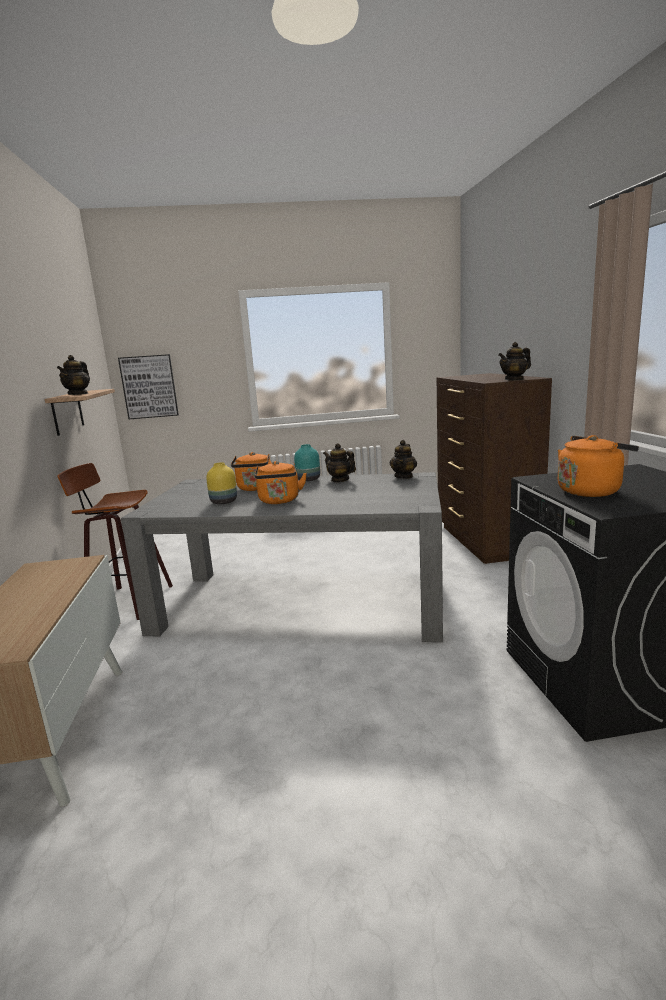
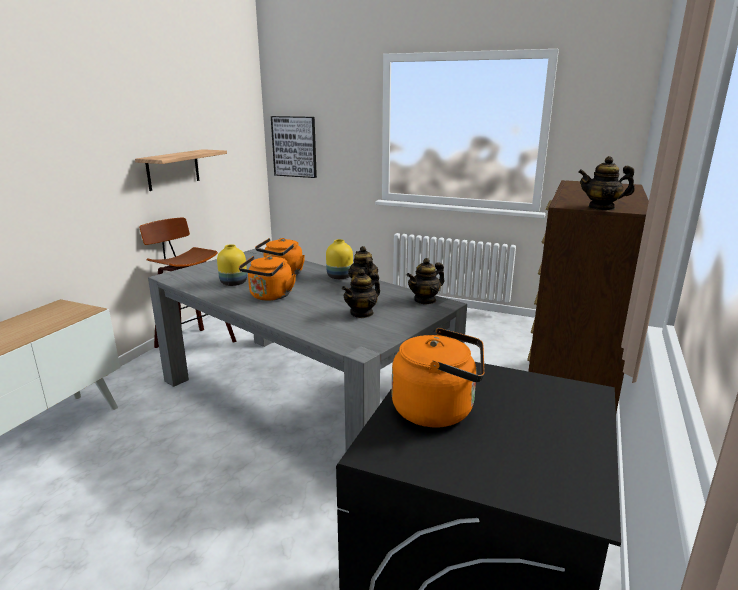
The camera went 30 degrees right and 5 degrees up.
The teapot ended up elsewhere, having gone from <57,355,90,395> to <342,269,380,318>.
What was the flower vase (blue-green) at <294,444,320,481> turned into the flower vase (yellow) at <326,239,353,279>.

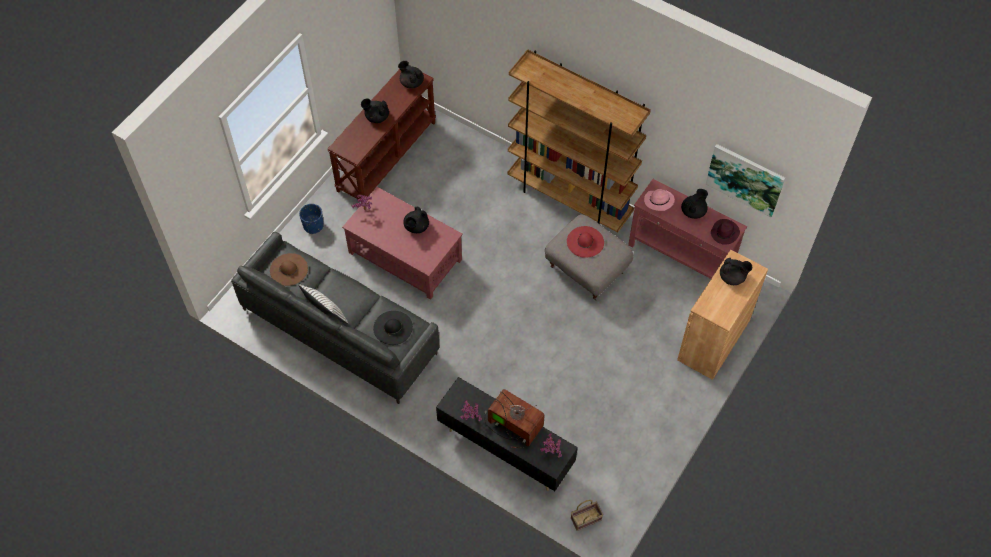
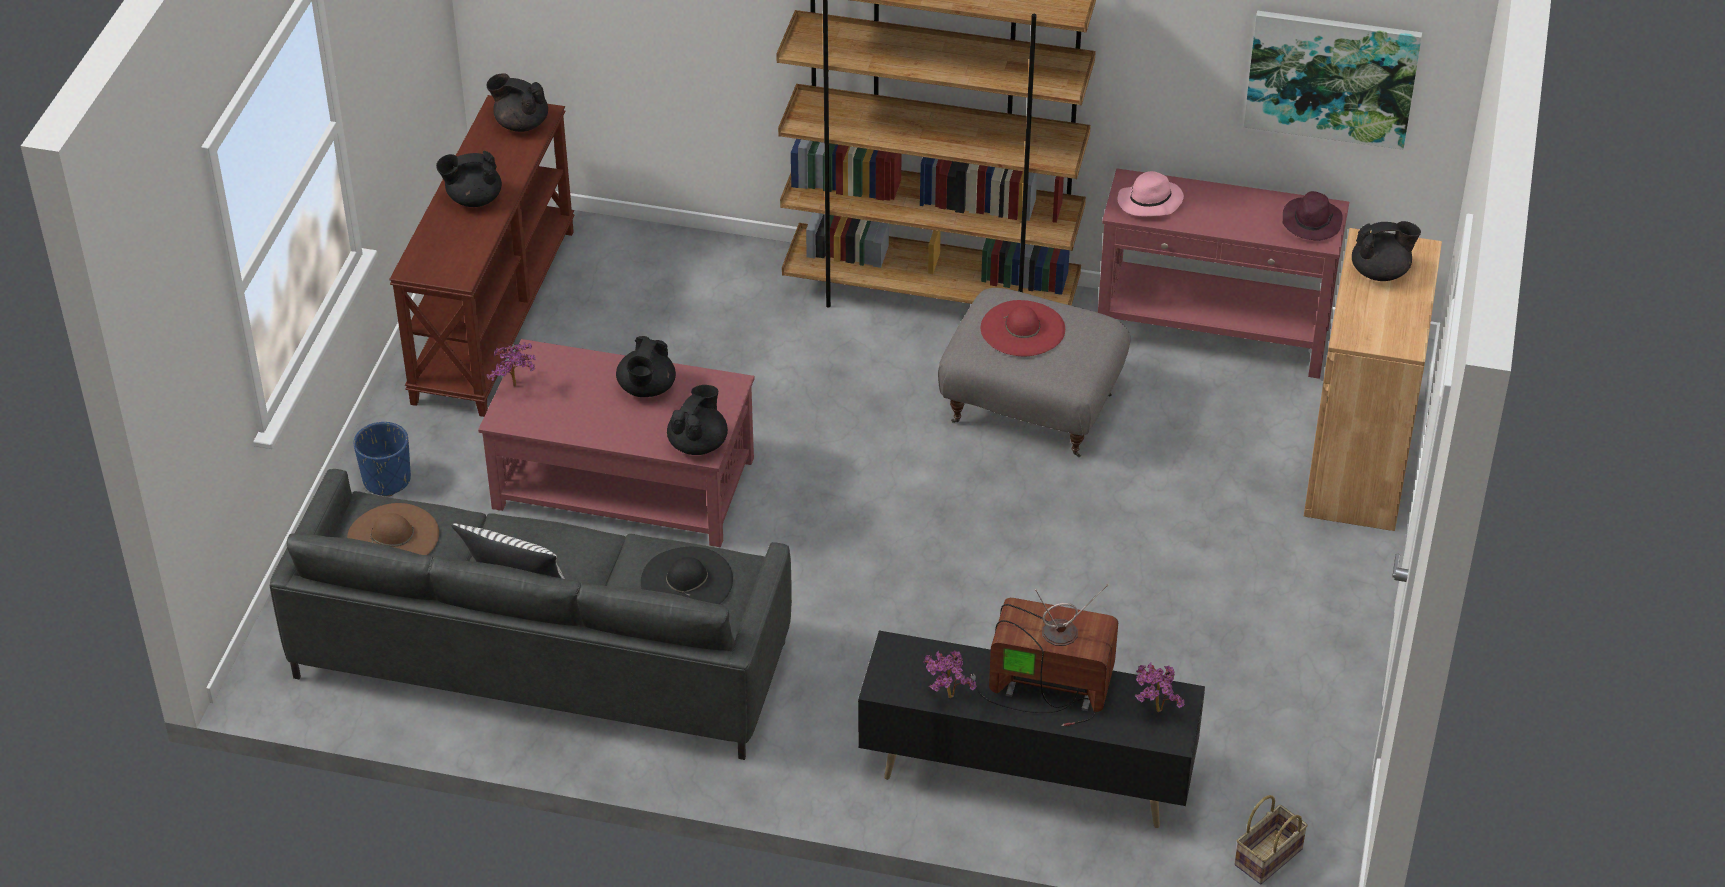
The camera went 20 degrees left and 15 degrees down.
The teapot (black) ended up elsewhere, having gone from <681,189,708,219> to <667,385,728,455>.

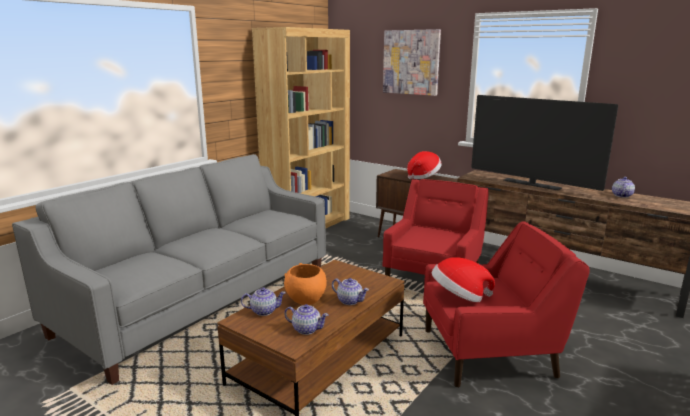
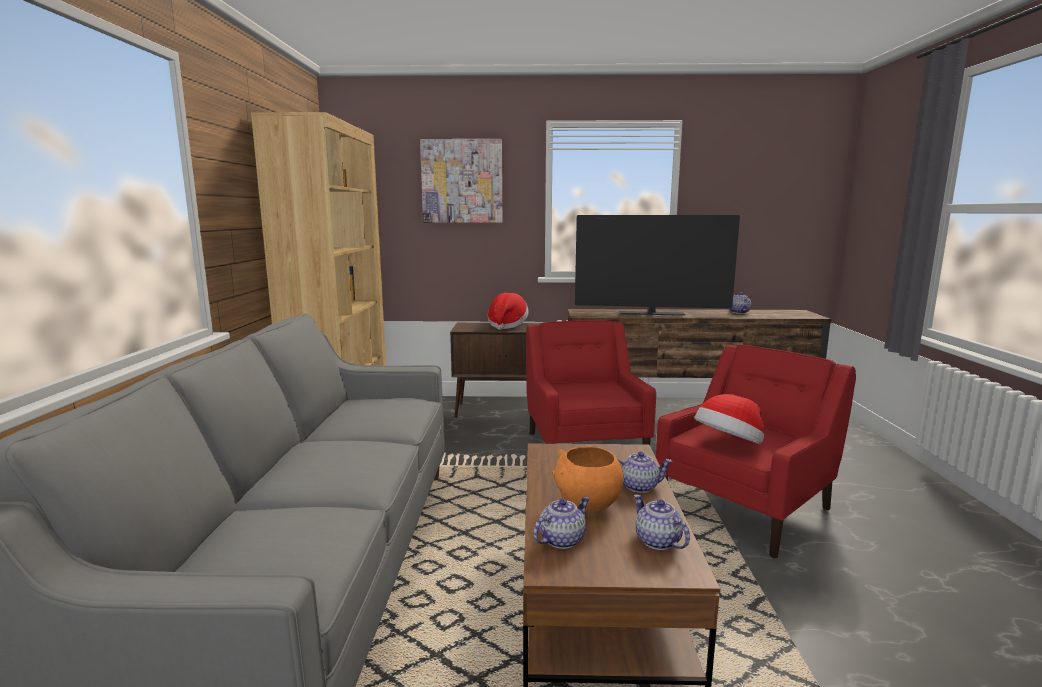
The camera went 35 degrees left and 5 degrees down.
The teapot at <284,304,329,335> ended up facing another way, 105 degrees counterclockwise from before.

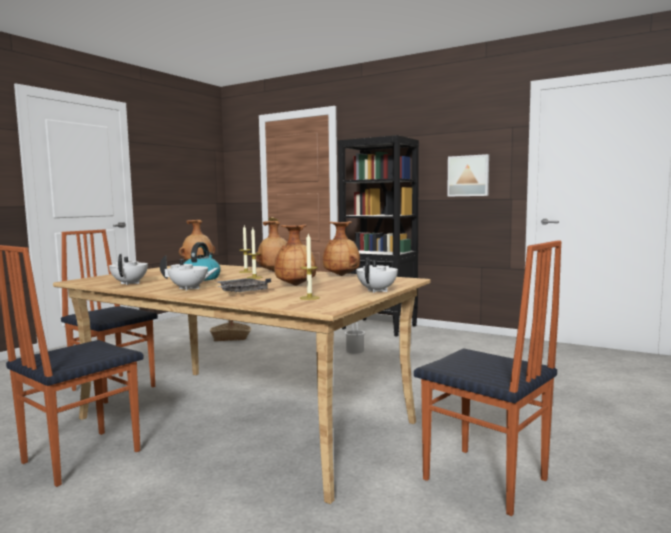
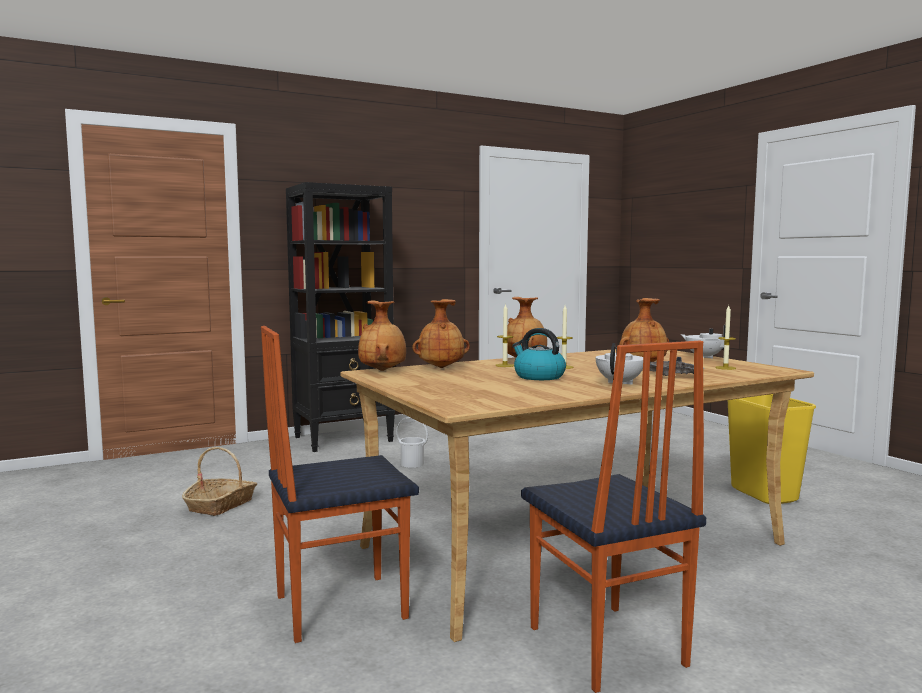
The camera went 60 degrees left and 0 degrees up.
The second view lost the teapot (whitish) at <109,254,148,285>.
The second view lost the wall picture at <447,154,489,197>.
The flower vase (brown) ended up elsewhere, having gone from <323,221,360,276> to <412,299,470,368>.
Where the chair stood at <414,240,562,516>, the rubbish bin (yellow) came to stand at <728,394,816,504>.

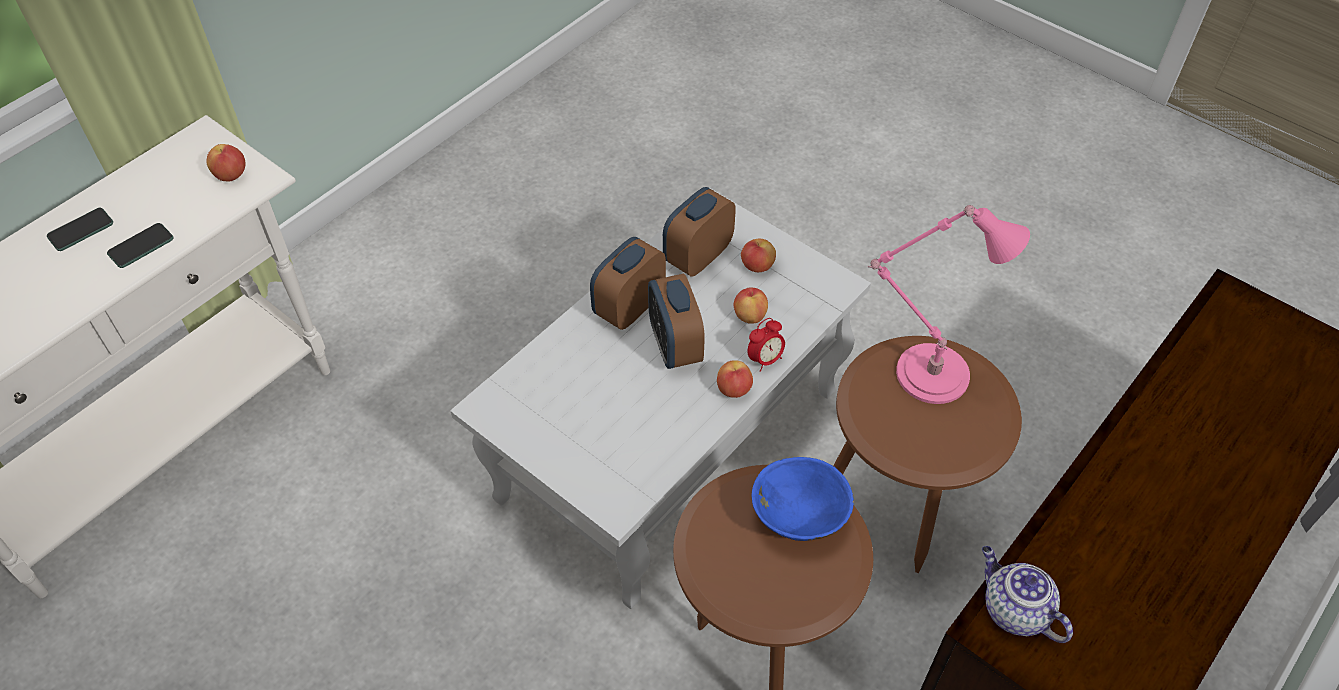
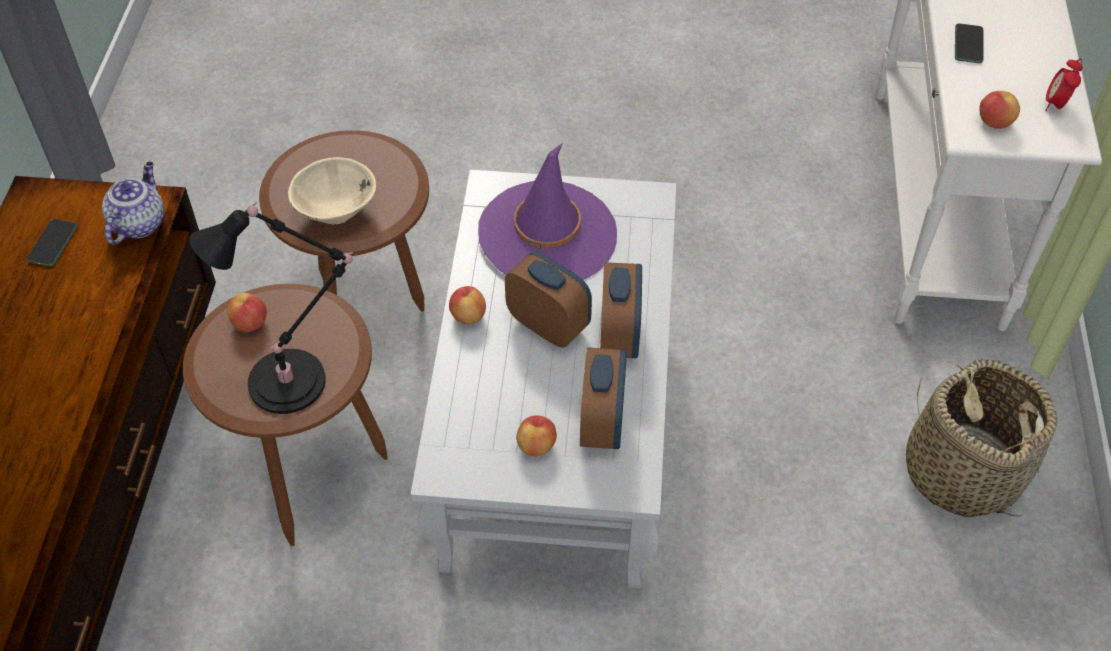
The camera went 145 degrees right and 0 degrees up.
The second view gained the hat (purple) at <478,143,617,280>.
The second view gained the household basket at <906,359,1057,517>.
The handset ended up elsewhere, having gone from <47,208,113,251> to <27,219,77,266>.
The whole apple ended up elsewhere, having gone from <734,288,768,324> to <227,293,267,332>.
The bedside clock ended up elsewhere, having gone from <747,318,785,372> to <1045,58,1083,111>.
What was the deep dish (bluish) at <752,457,854,541> turned into the deep dish (beige-coloured) at <288,157,376,224>.
What was the table lamp (pink-coloured) at <868,205,1030,404> turned into the table lamp (black) at <189,202,353,414>.
The teapot at <982,546,1073,643> ended up facing another way, 90 degrees counterclockwise from before.

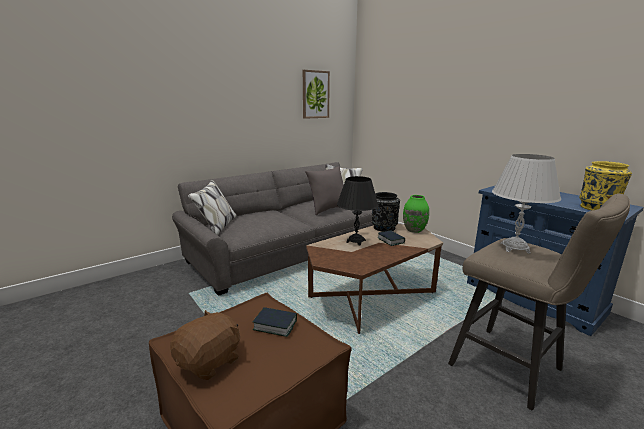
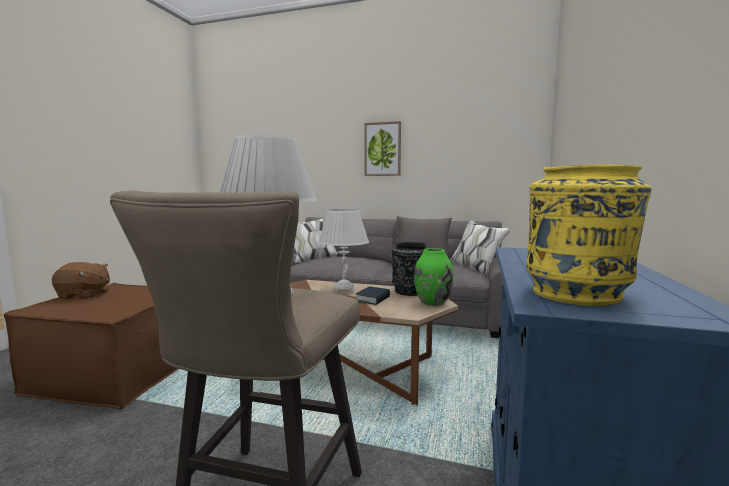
The camera went 55 degrees right and 10 degrees down.
The second view lost the volume at <253,307,297,337>.
The wall picture ended up elsewhere, having gone from <303,70,330,119> to <365,121,401,176>.
What was the table lamp (black) at <337,176,379,245> turned into the table lamp (whitish) at <318,209,369,292>.

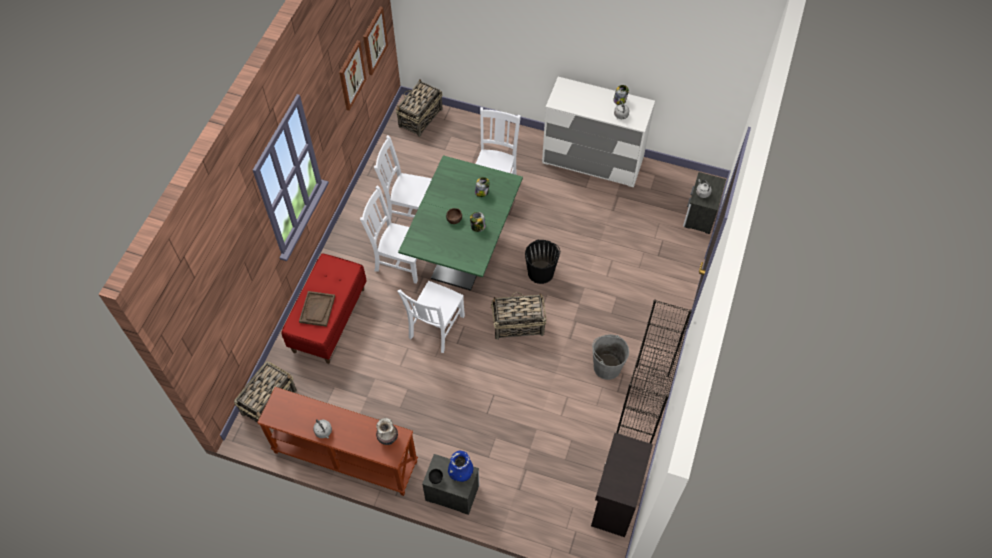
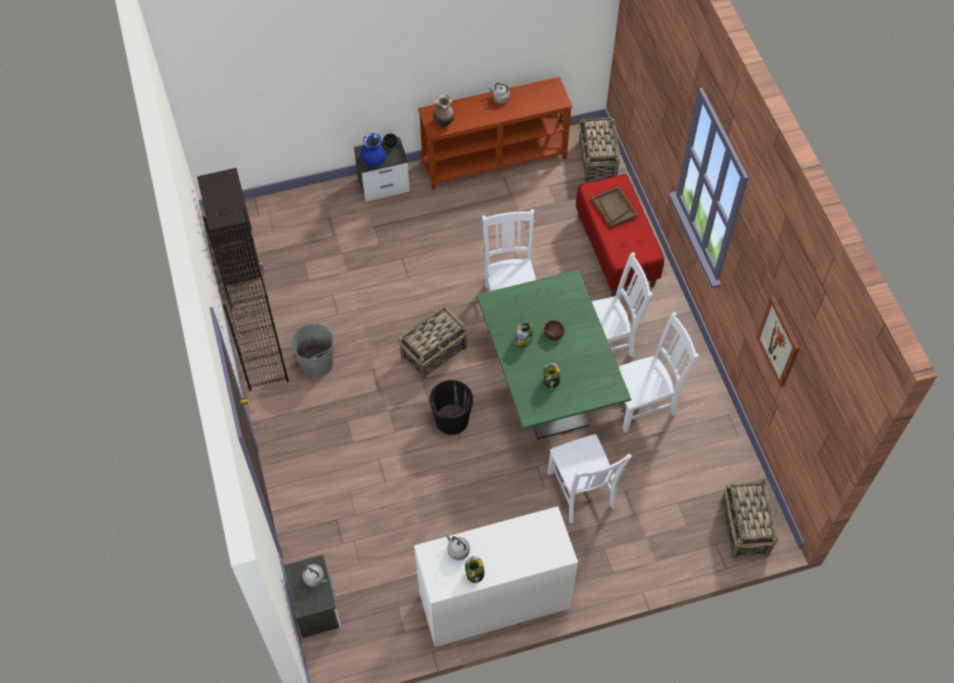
The camera went 145 degrees right and 0 degrees up.
The second view lost the wall picture at <363,6,388,75>.

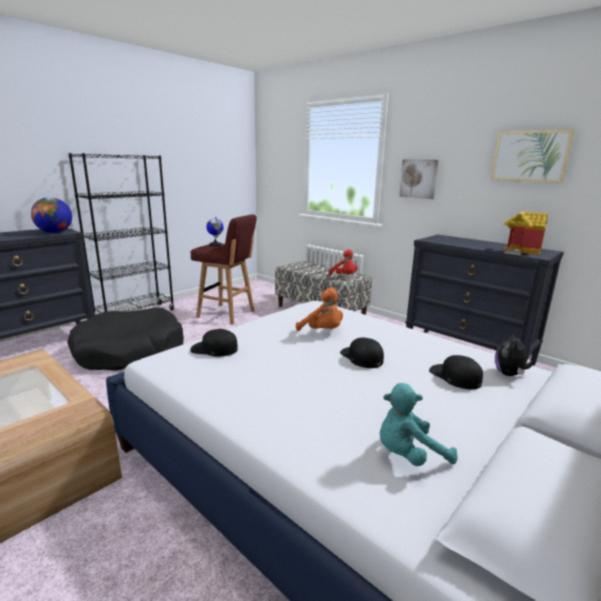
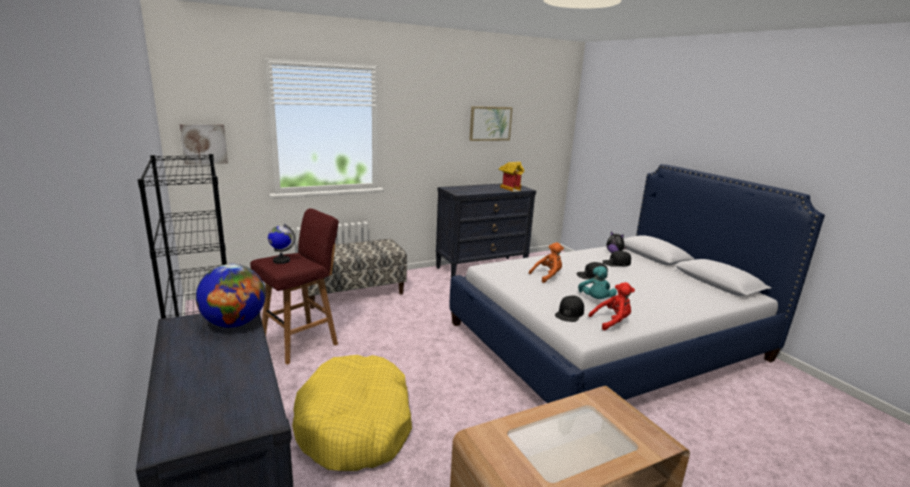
The camera went 70 degrees left and 0 degrees up.
The cuddly toy (red-coloured) ended up elsewhere, having gone from <329,249,358,275> to <589,282,635,331>.
The cuddly toy (blue-green) ended up elsewhere, having gone from <380,383,458,466> to <578,266,617,299>.
The wall picture ended up elsewhere, having gone from <399,159,439,199> to <180,124,228,165>.
What was the dog cushion (black) at <67,308,184,371> turned into the dog cushion (yellow) at <292,355,412,471>.

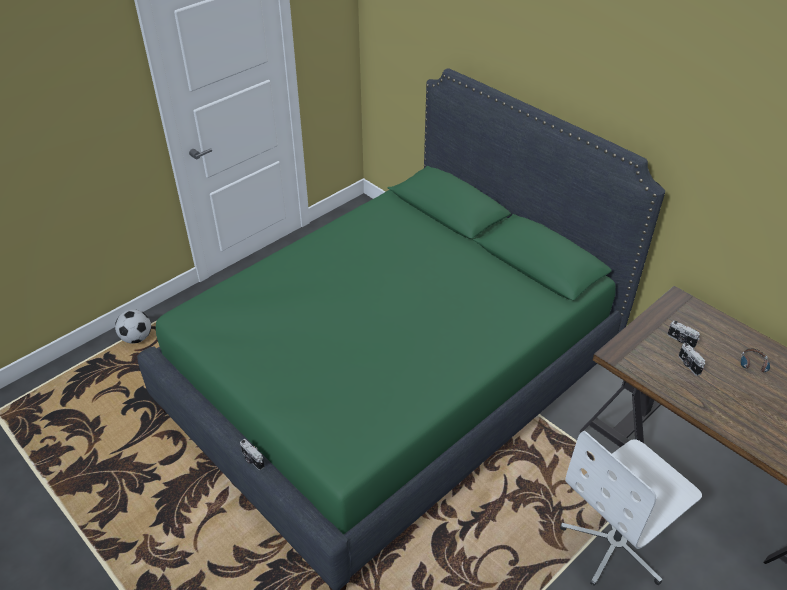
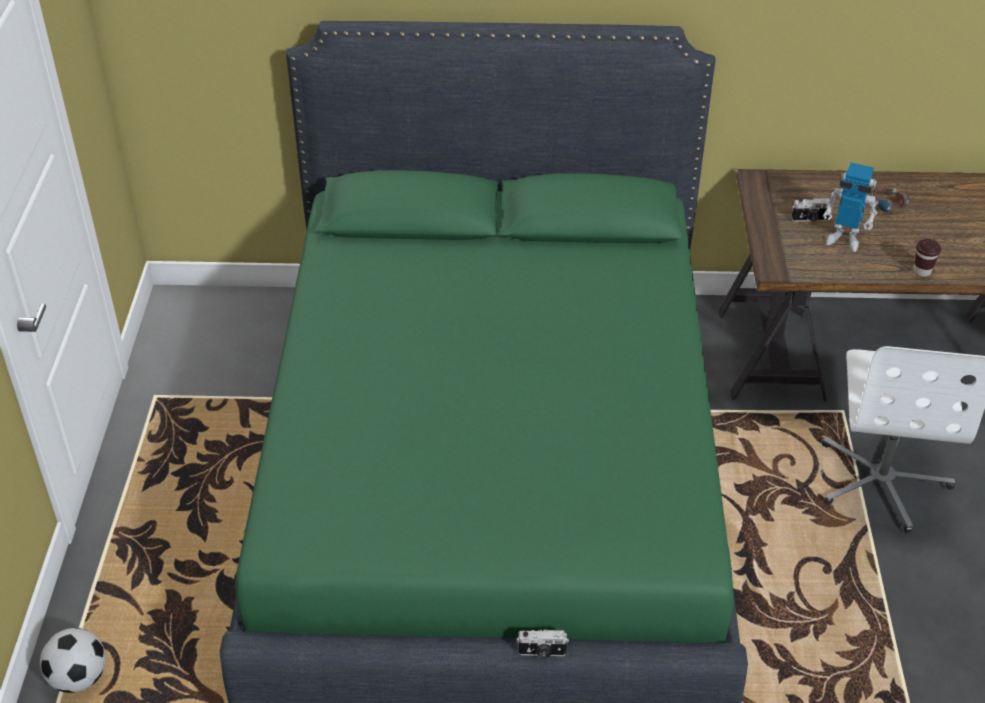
The camera went 45 degrees left and 0 degrees up.
The second view gained the cup (brown) at <914,239,941,277>.
Where the photo camera stood at <678,343,705,376>, the robot figure came to stand at <823,163,877,252>.

